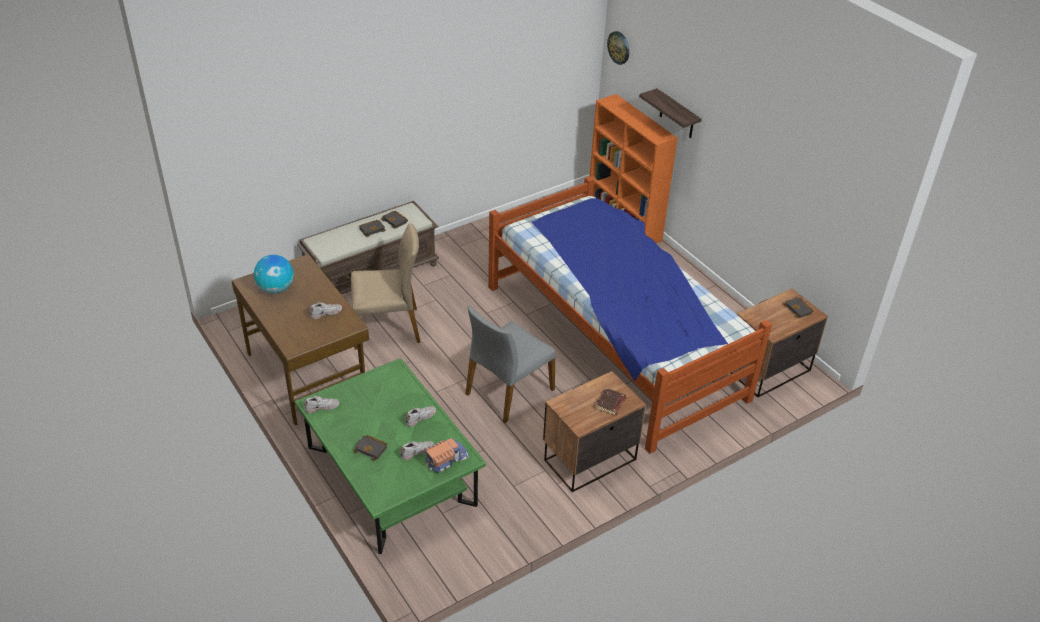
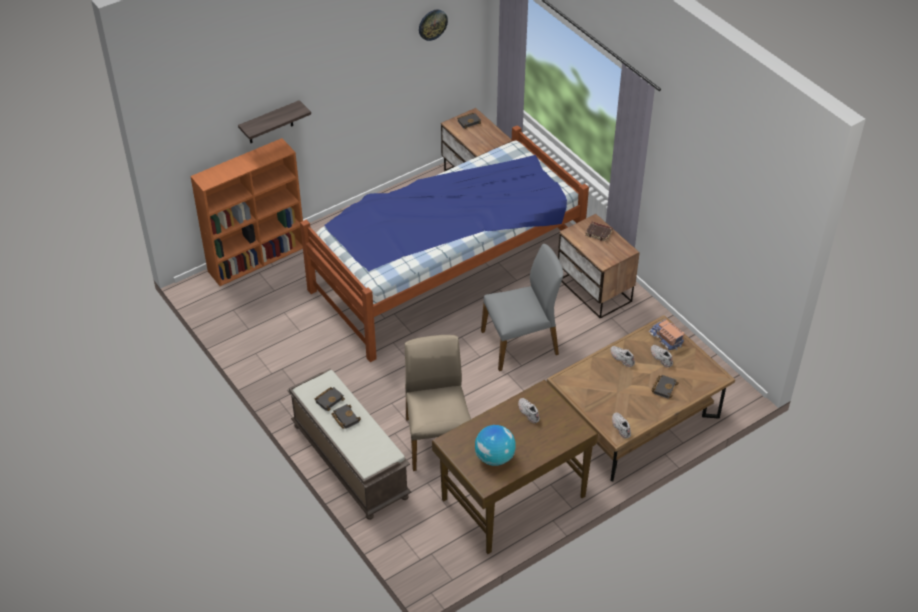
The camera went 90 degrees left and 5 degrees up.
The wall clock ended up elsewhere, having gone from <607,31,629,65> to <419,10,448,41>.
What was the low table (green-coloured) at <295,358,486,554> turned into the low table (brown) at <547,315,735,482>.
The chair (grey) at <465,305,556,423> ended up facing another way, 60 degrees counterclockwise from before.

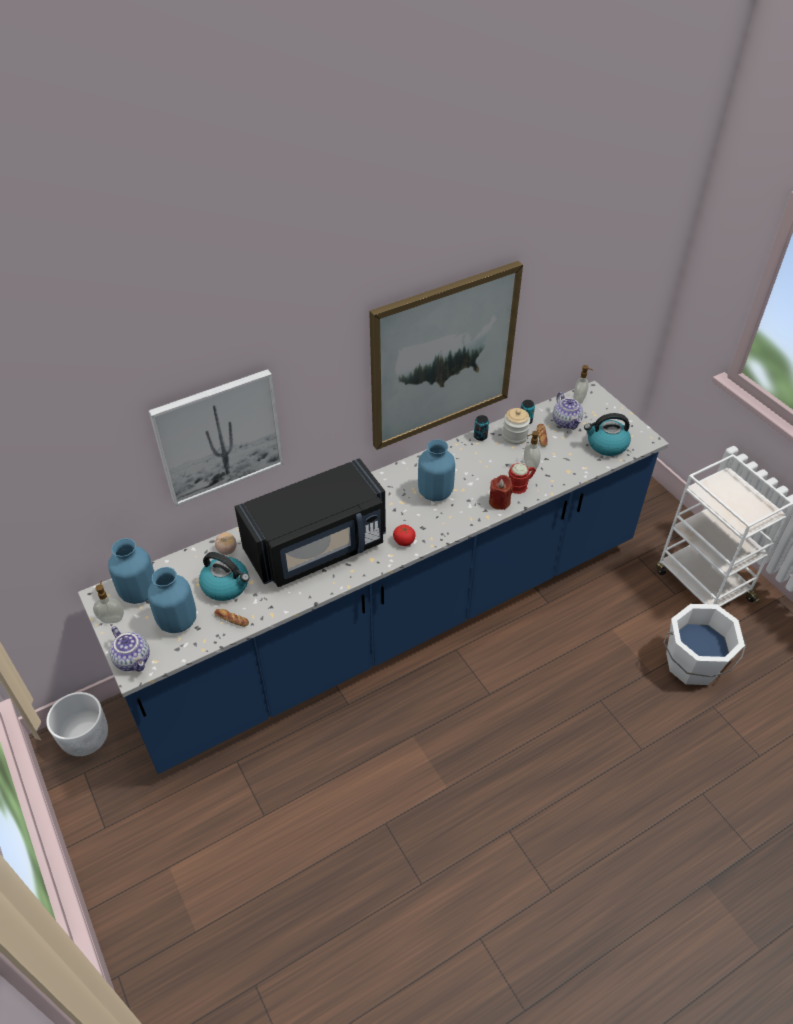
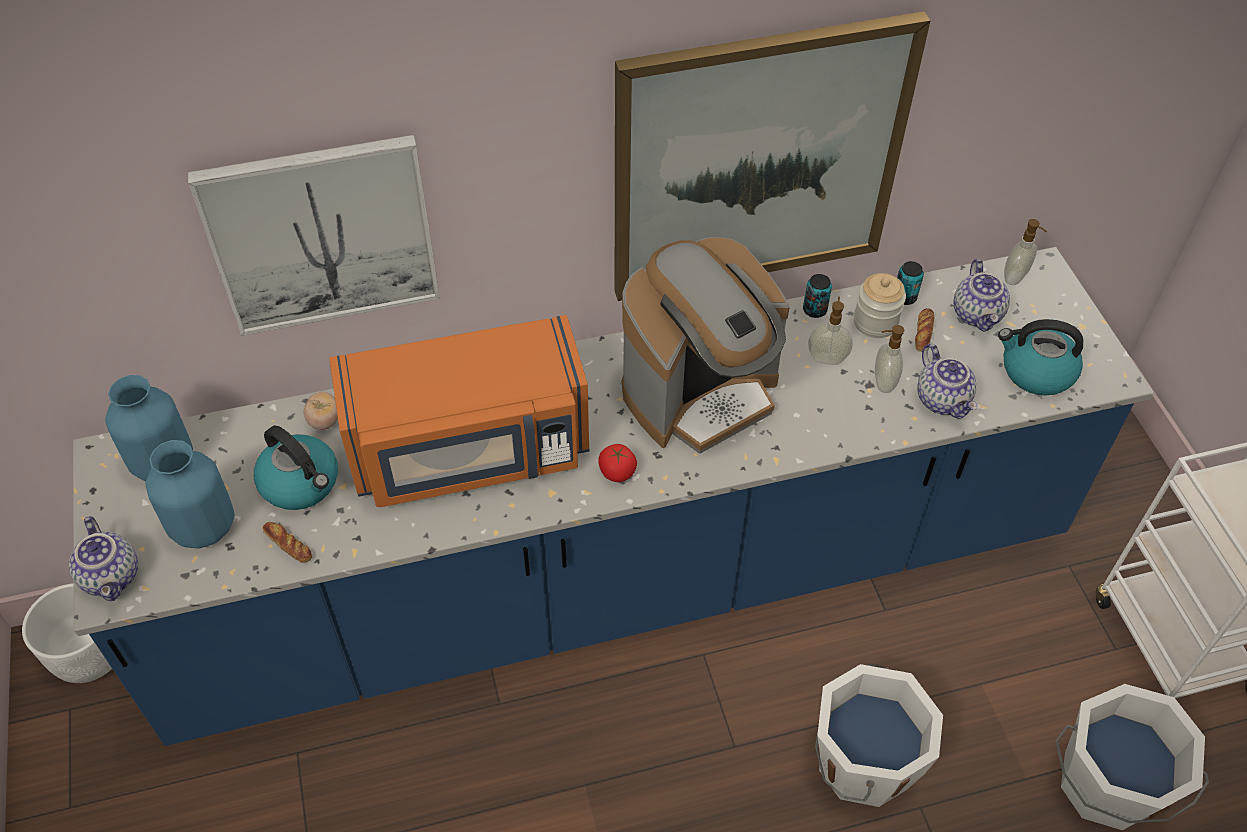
The camera went 15 degrees right and 5 degrees up.
The second view lost the candle (red-coloured) at <489,475,513,510>.
The second view lost the coffee mug (red-coloured) at <508,463,536,494>.
The second view gained the water bucket (whitish) at <815,663,943,807>.
The second view gained the teapot at <917,344,977,419>.
The soap bottle ended up elsewhere, having gone from <93,581,124,624> to <808,297,853,365>.
Where the flower vase (bluish) stood at <418,439,455,501>, the coffee brewer came to stand at <622,237,790,454>.
What was the kitchen microwave (black) at <235,458,386,587> turned into the kitchen microwave (orange) at <329,315,589,507>.

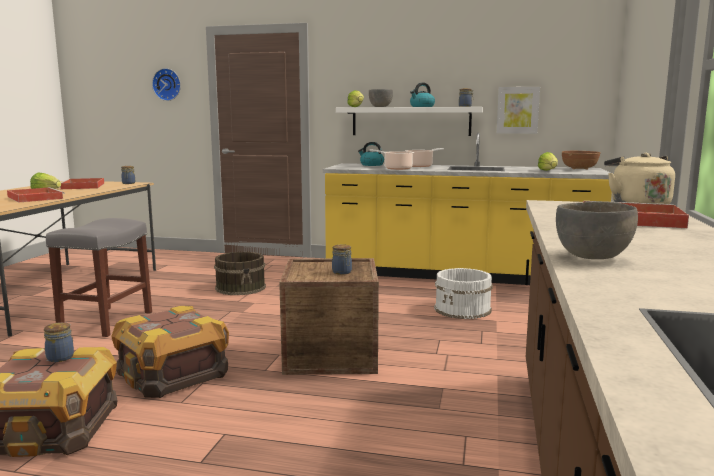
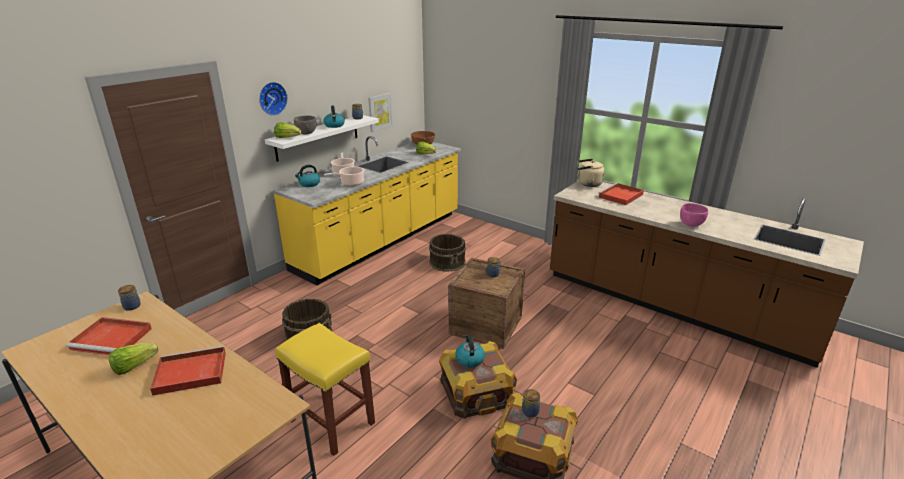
The camera went 65 degrees left and 15 degrees up.
The second view gained the kettle at <455,335,485,367>.
The wall clock ended up elsewhere, having gone from <152,68,181,101> to <259,82,288,116>.
What was the sitting stool (grey) at <46,218,152,337> turned into the sitting stool (yellow) at <275,323,375,456>.
What was the water bucket (whitish) at <434,268,493,319> turned into the water bucket (brown) at <429,234,466,272>.
What was the deep dish (grey) at <556,202,638,259> turned into the deep dish (pink-coloured) at <680,203,708,227>.

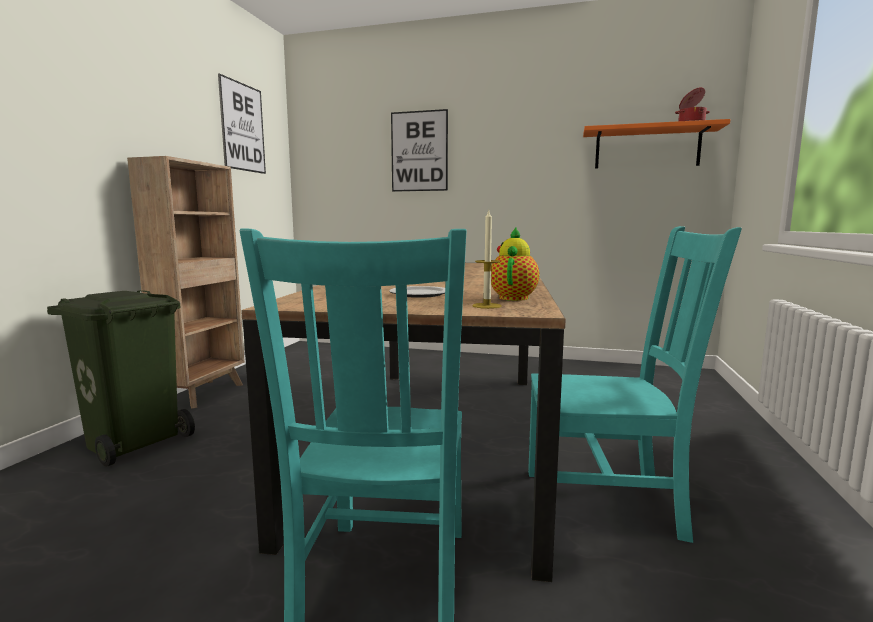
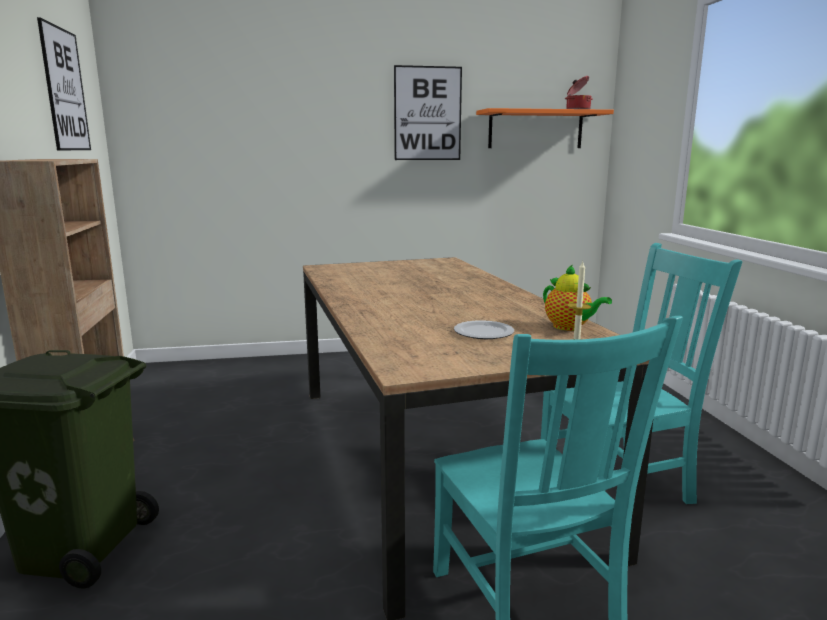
The camera went 25 degrees left and 5 degrees up.
The wall picture ended up elsewhere, having gone from <391,109,448,192> to <394,65,462,160>.
The teapot at <491,228,540,301> ended up facing another way, 150 degrees clockwise from before.

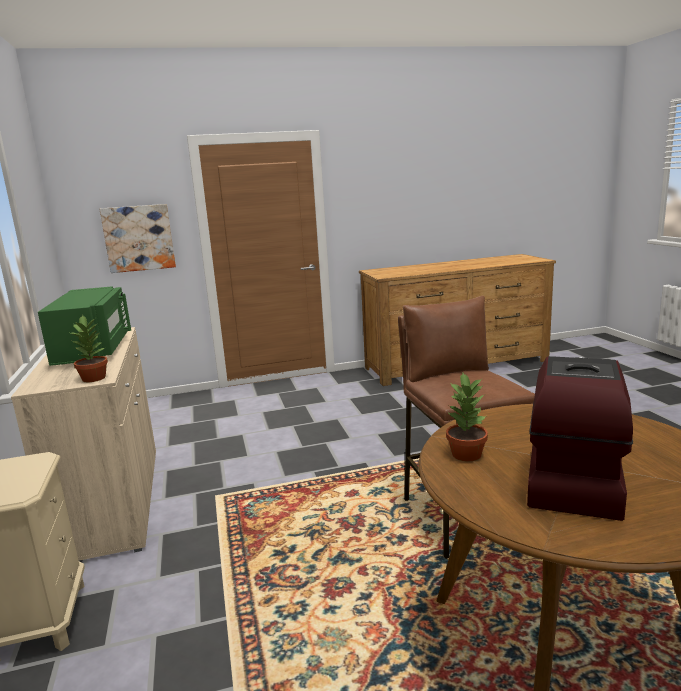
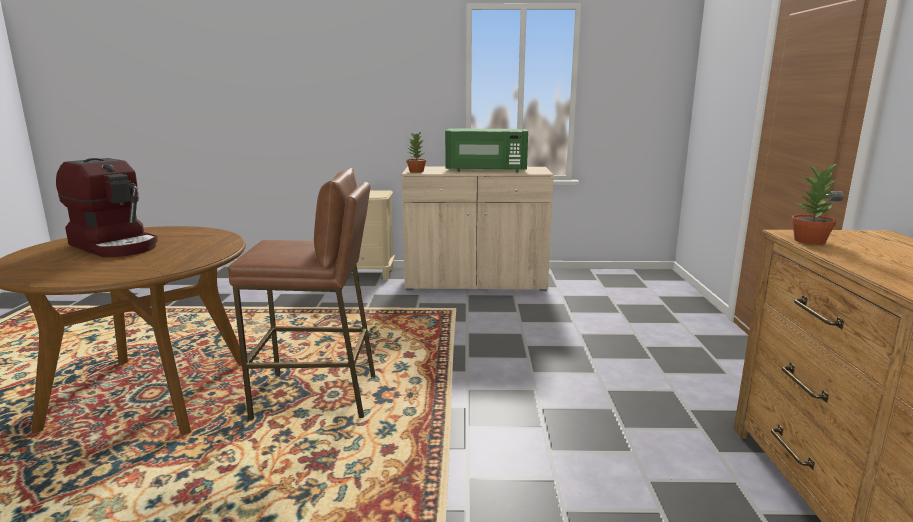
The camera went 105 degrees right and 0 degrees up.
The second view lost the wall picture at <100,204,176,273>.
The houseplant ended up elsewhere, having gone from <446,373,488,462> to <791,162,839,245>.

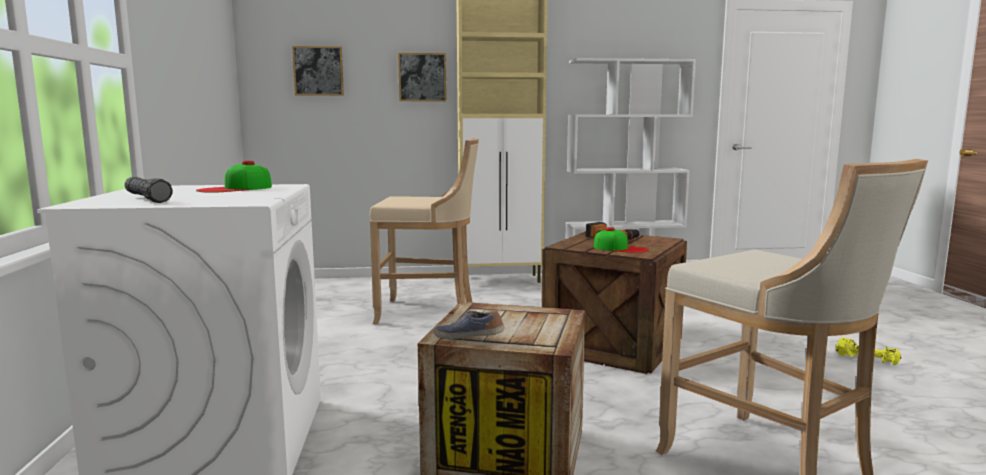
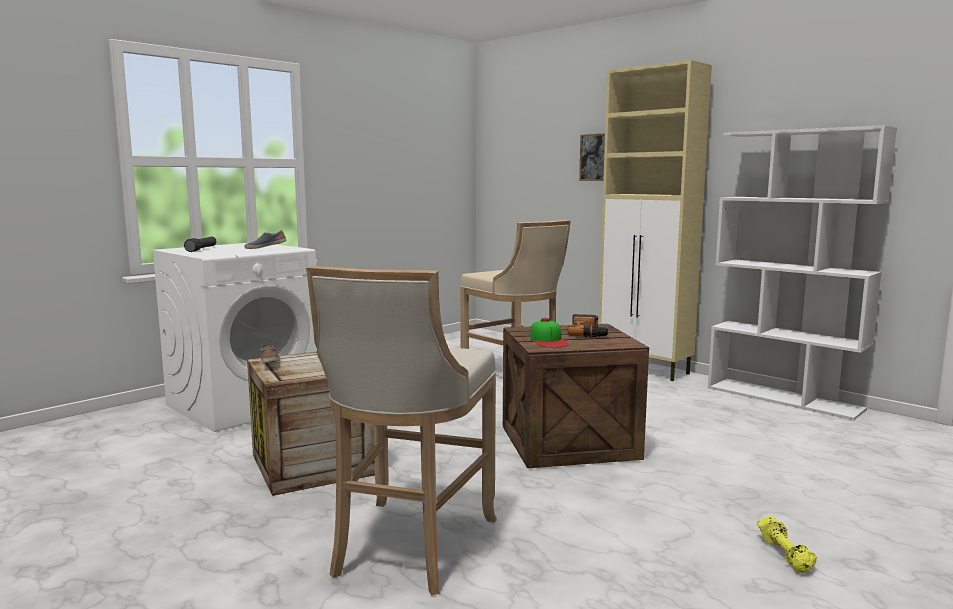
The camera went 50 degrees right and 0 degrees up.
The second view lost the wall picture at <292,46,344,96>.
Where the baseball cap stood at <196,161,272,193>, the item of footwear came to stand at <245,230,287,249>.

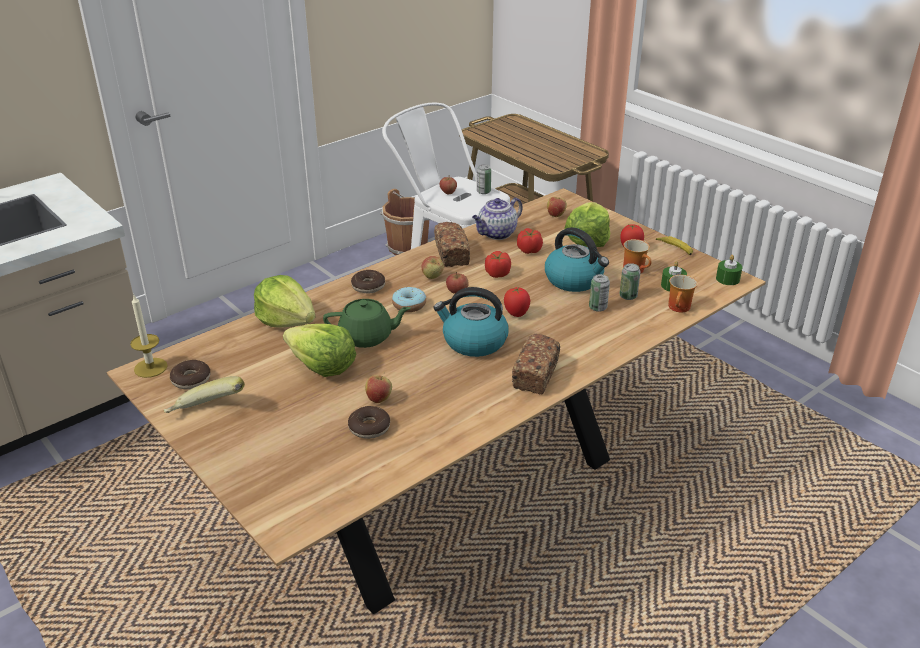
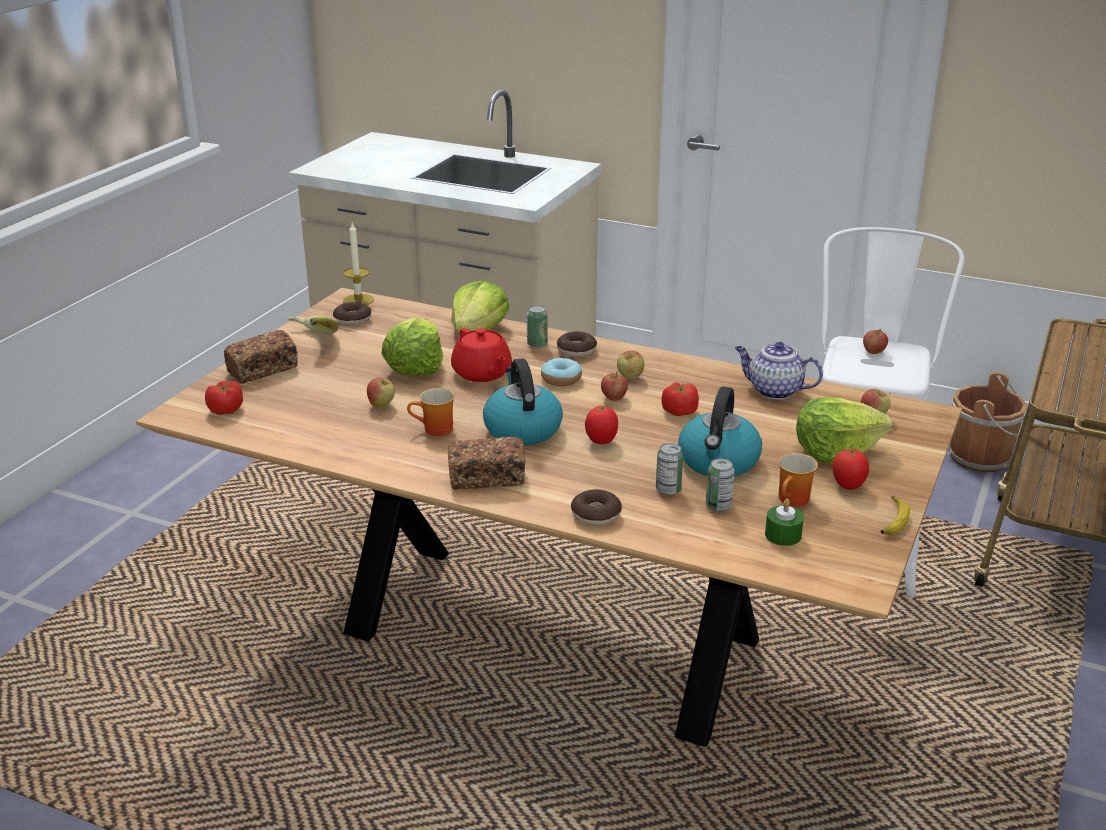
The camera went 65 degrees right and 5 degrees down.
The second view lost the candle (green-coloured) at <716,255,743,285>.
The doughnut ended up elsewhere, having gone from <348,406,390,439> to <571,489,622,526>.
The bread ended up elsewhere, having gone from <434,222,470,267> to <224,330,298,384>.
The can ended up elsewhere, having gone from <477,164,491,194> to <527,305,548,348>.
The fresh tomato ended up elsewhere, having gone from <517,228,543,254> to <205,381,243,415>.
The coffee mug ended up elsewhere, having gone from <668,275,698,313> to <407,388,455,436>.
What was the teapot (green-coloured) at <323,299,411,348> turned into the teapot (red-coloured) at <451,328,512,382>.

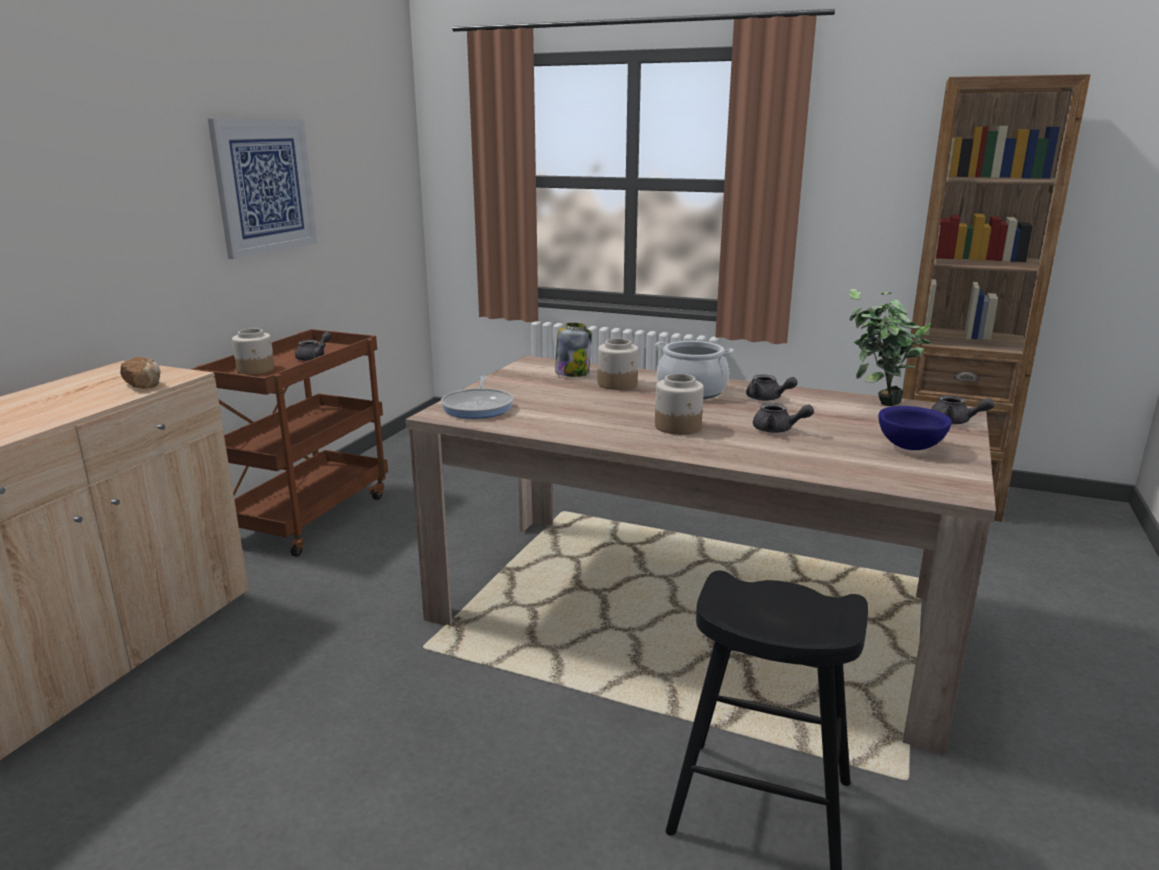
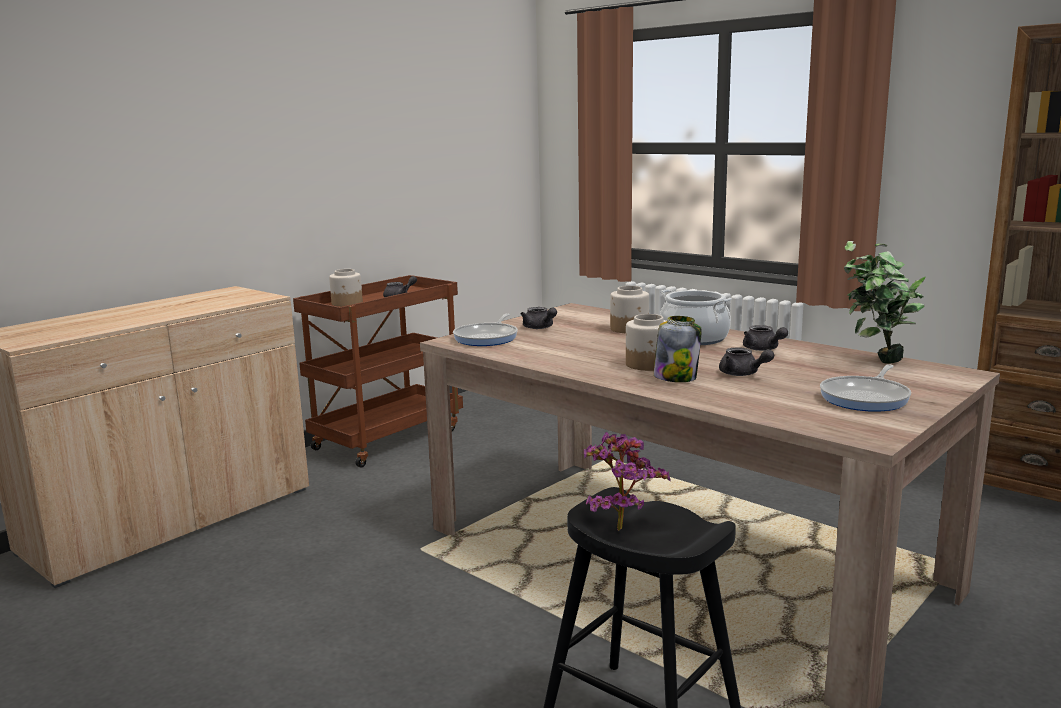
The camera went 20 degrees right and 5 degrees down.
The second view lost the bread at <120,357,161,388>.
The second view lost the wall picture at <208,119,317,259>.
The second view gained the houseplant at <584,432,671,531>.
The storage jar ended up elsewhere, having gone from <555,323,592,377> to <654,316,702,382>.
The teapot (grey) ended up elsewhere, having gone from <931,395,995,424> to <521,307,557,329>.
Where the deep dish (bluish) stood at <878,406,952,450>, the skillet came to stand at <820,364,911,412>.

